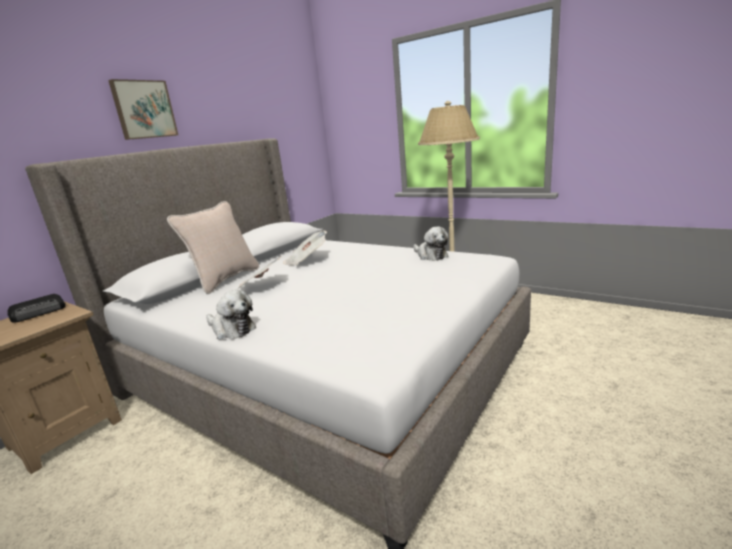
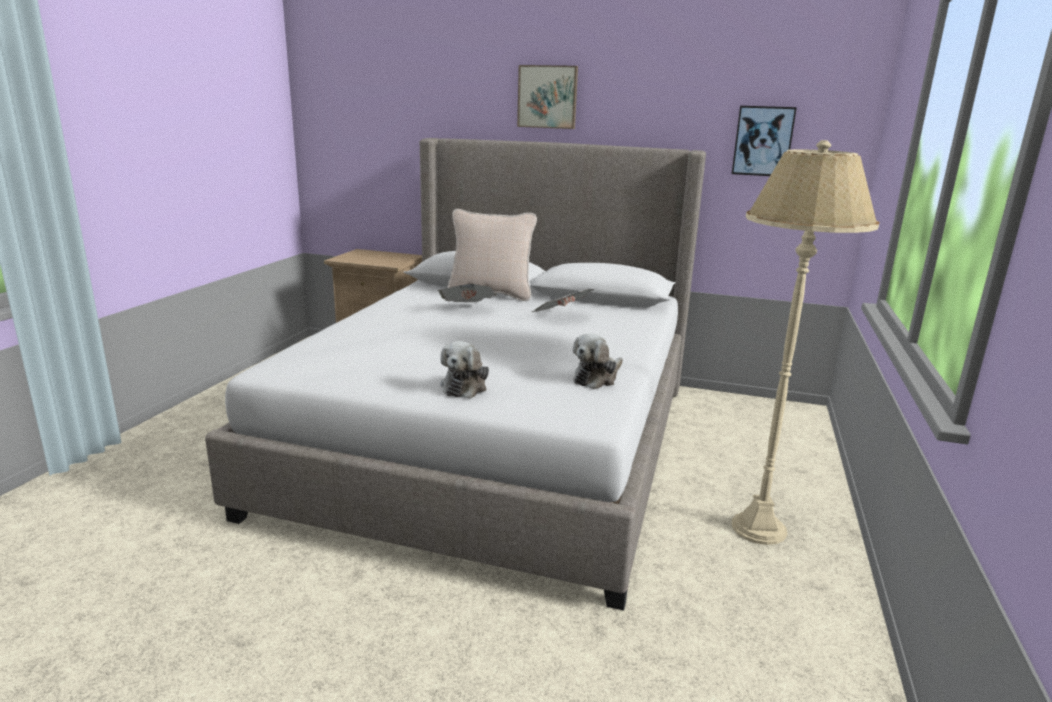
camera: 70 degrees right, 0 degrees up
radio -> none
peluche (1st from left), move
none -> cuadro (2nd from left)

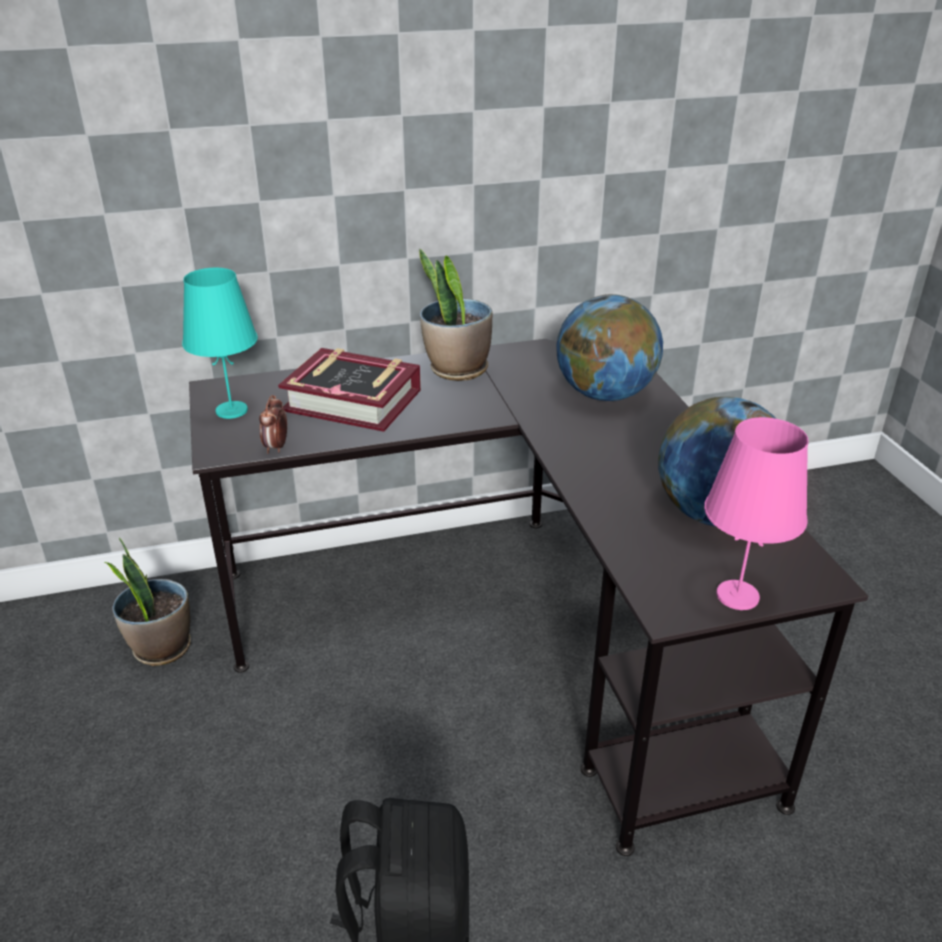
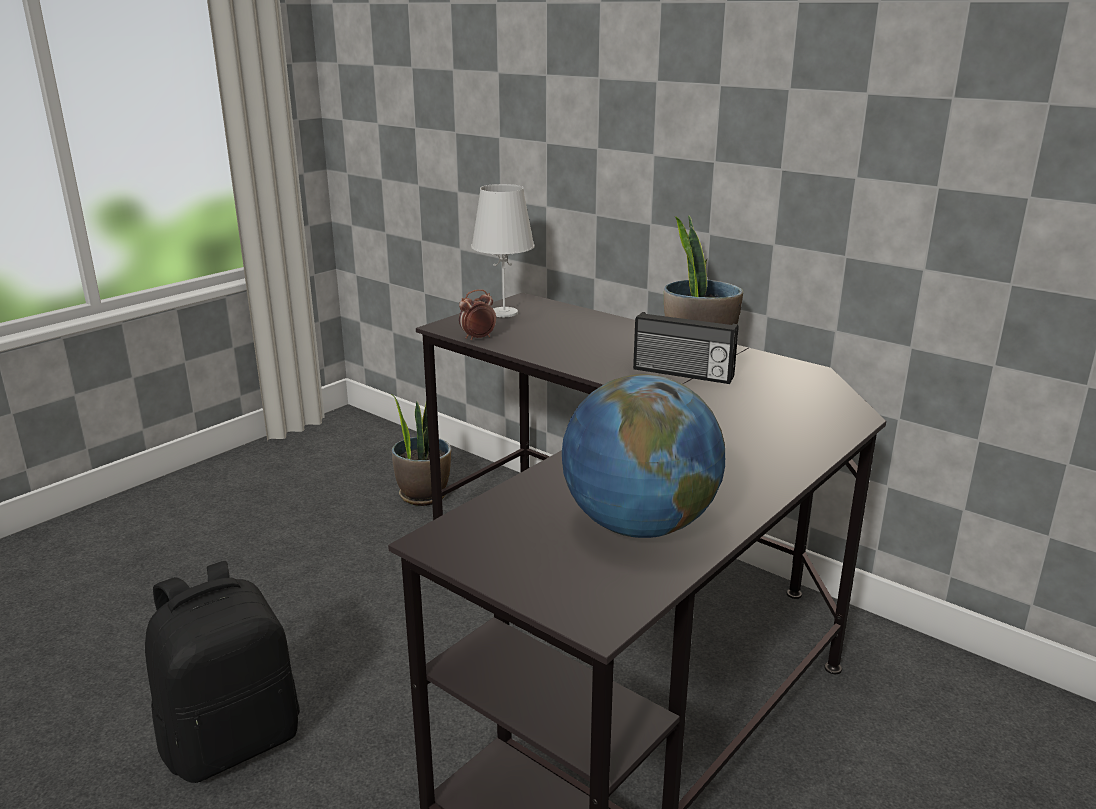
camera: 55 degrees right, 10 degrees down
lámpara de mesa (turquesa) -> lámpara de mesa (blanco)
libro -> none
globo terráqueo (1st from left) -> none
lámpara de mesa (rosa) -> none
none -> radio

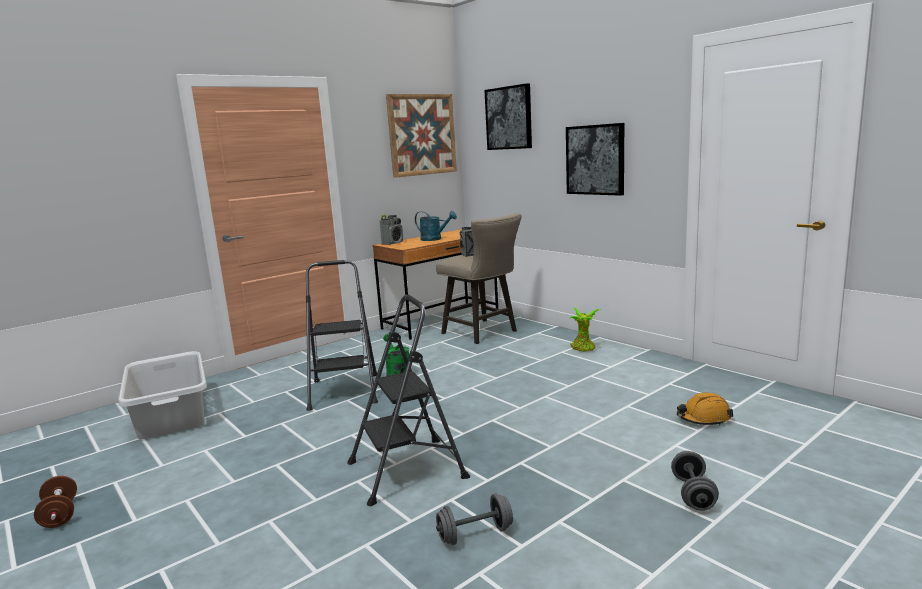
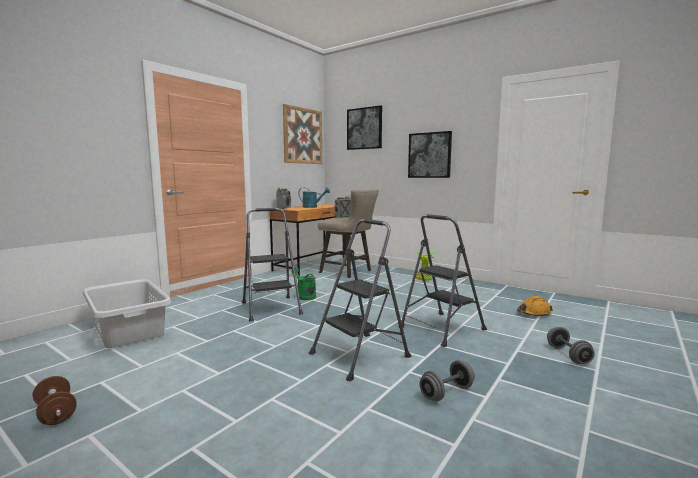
camera: 15 degrees left, 5 degrees down
none -> escalera de tijera (negro) (3rd from left)

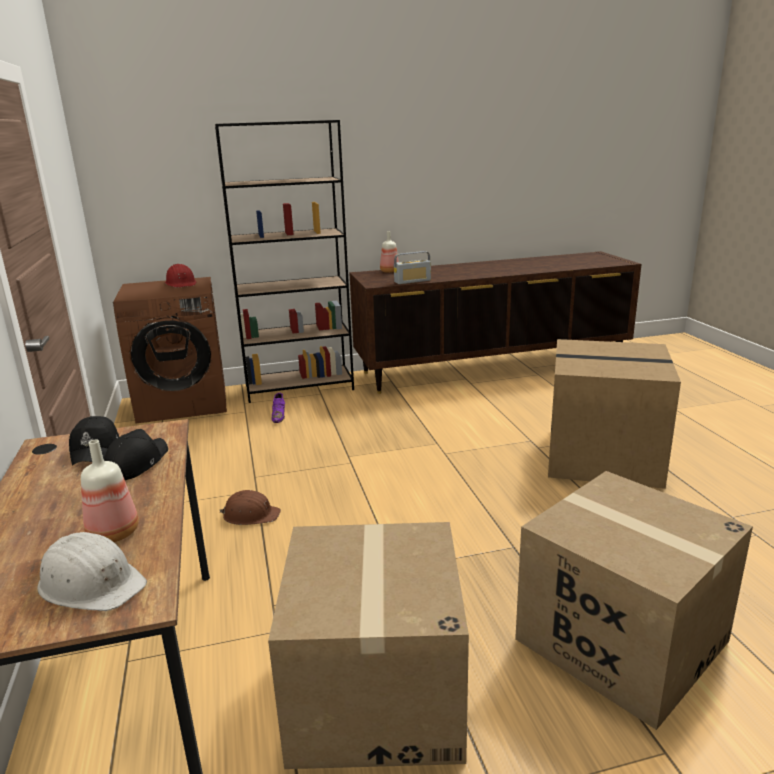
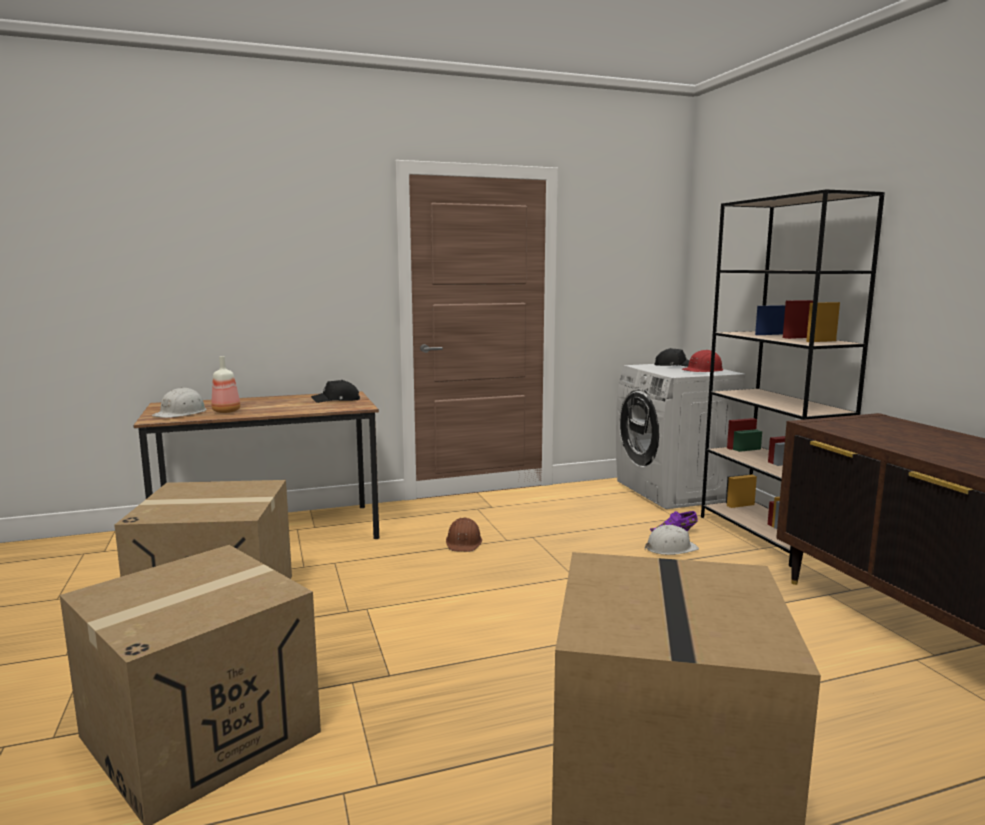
camera: 85 degrees right, 10 degrees down
gorra (negro) (2nd from left), move
lavadora (marrón) -> lavadora (blanco)
botella (2nd from left) -> none
radio -> none
none -> casco (blanco) (2nd from left)

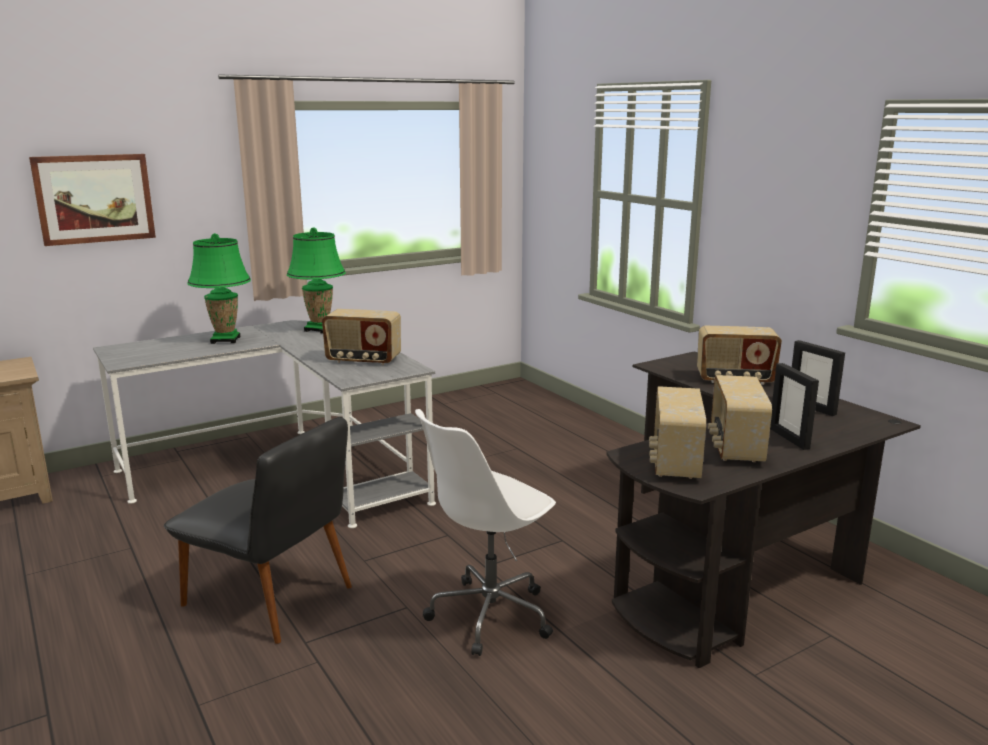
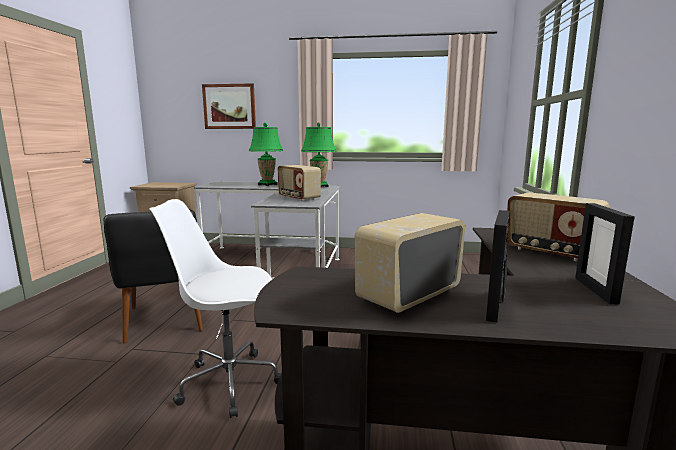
camera: 40 degrees right, 5 degrees down
radio (2nd from left) -> none

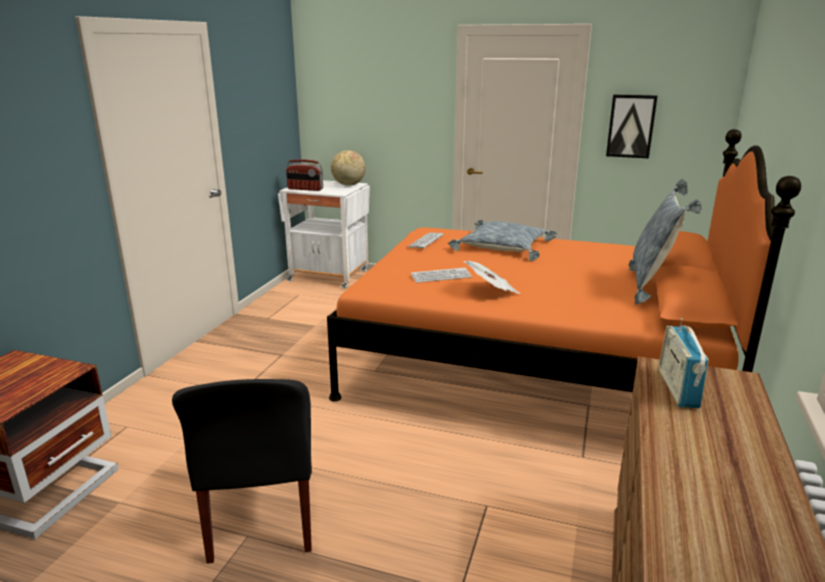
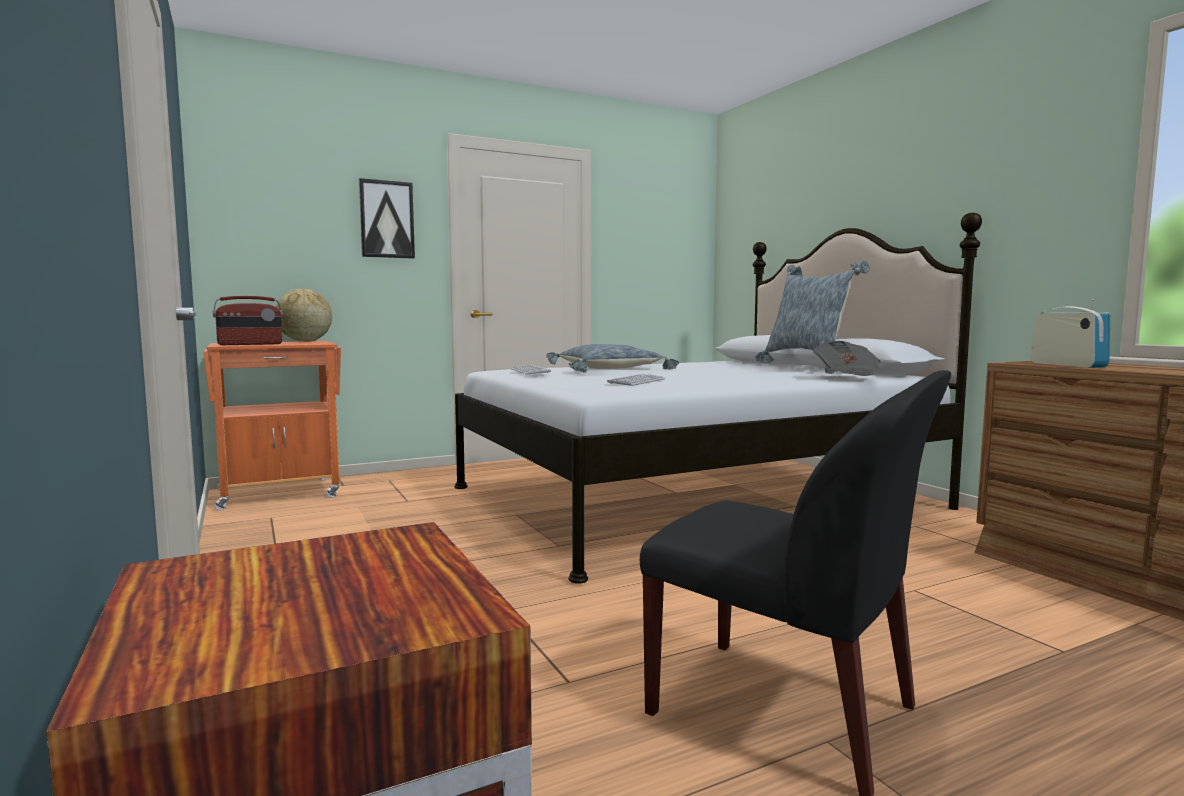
camera: 45 degrees left, 15 degrees down
carrito (blanco) -> carrito (naranja)
cama (naranja) -> cama (blanco)
periódico, move
cuadro, move
radio (2nd from left), 150 degrees counterclockwise

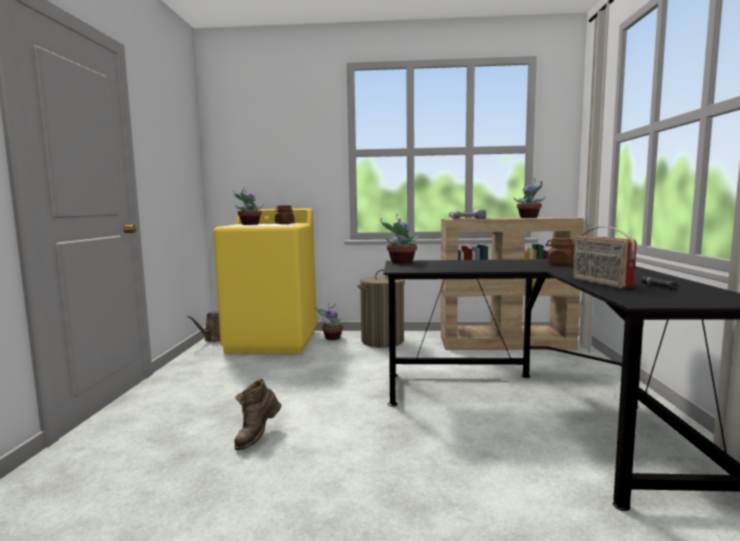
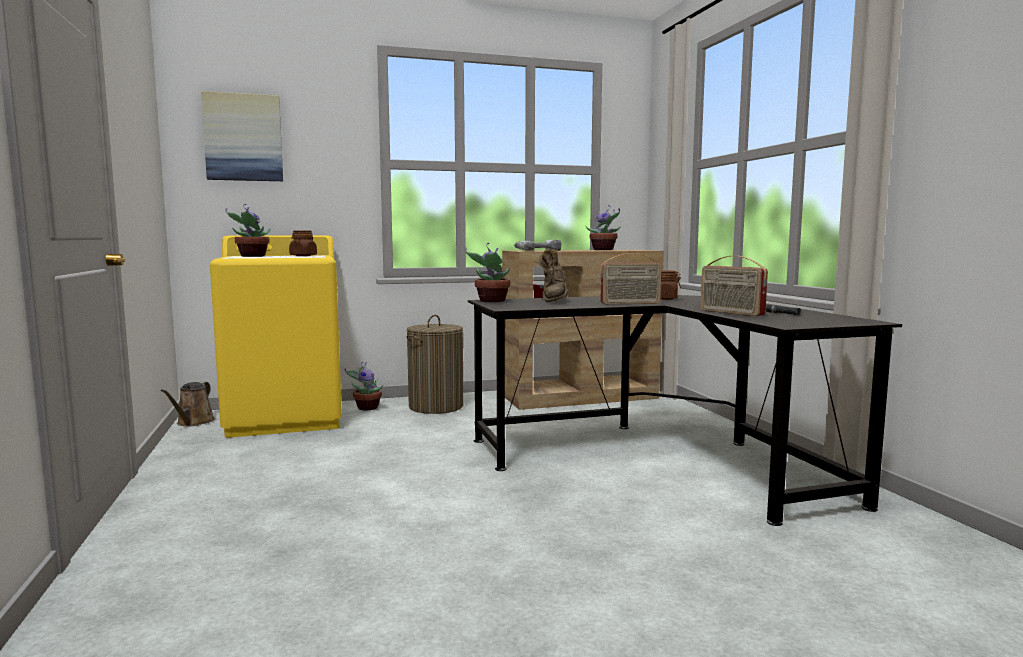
camera: 20 degrees left, 0 degrees up
bota (marrón), move
none -> cuadro
none -> radio (1st from left)

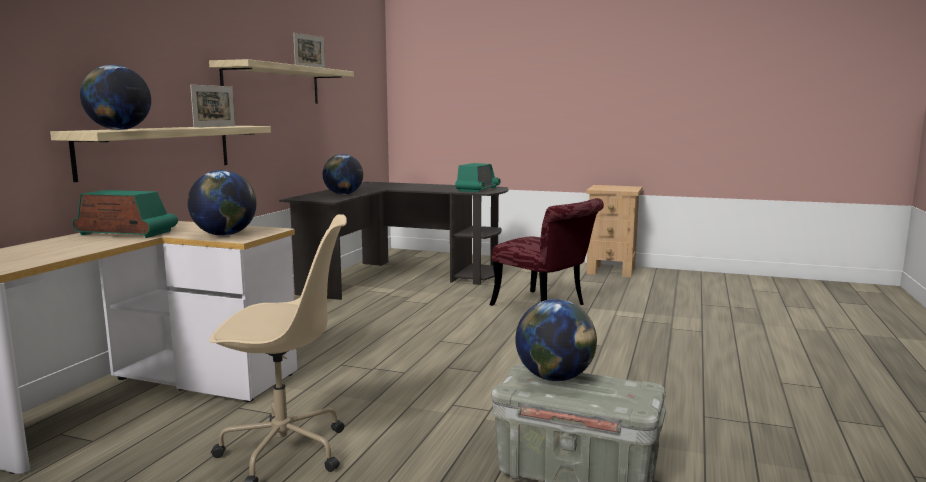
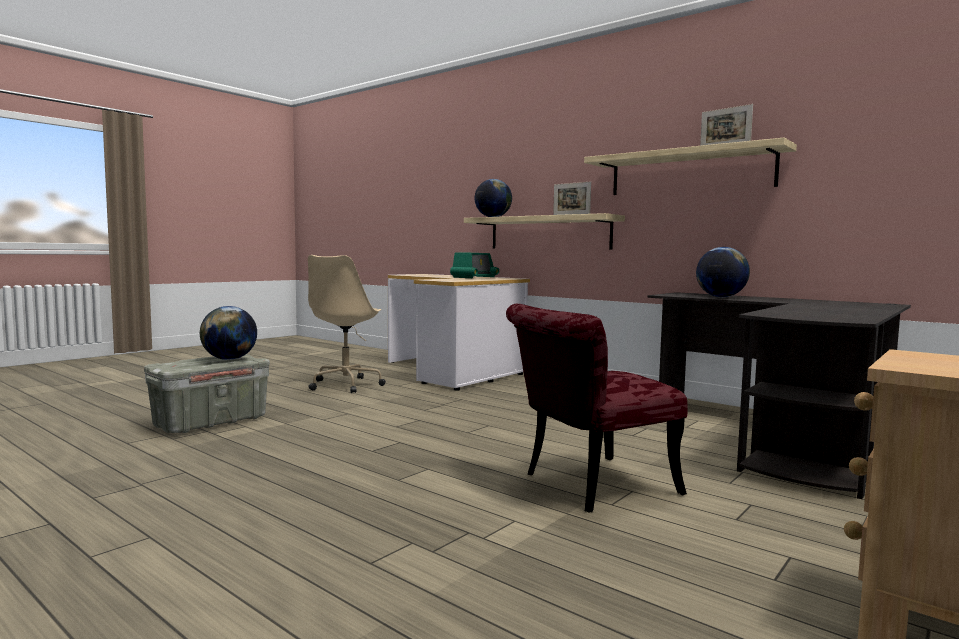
camera: 110 degrees right, 5 degrees down
globo terráqueo (2nd from left) -> none
radio (2nd from left) -> none

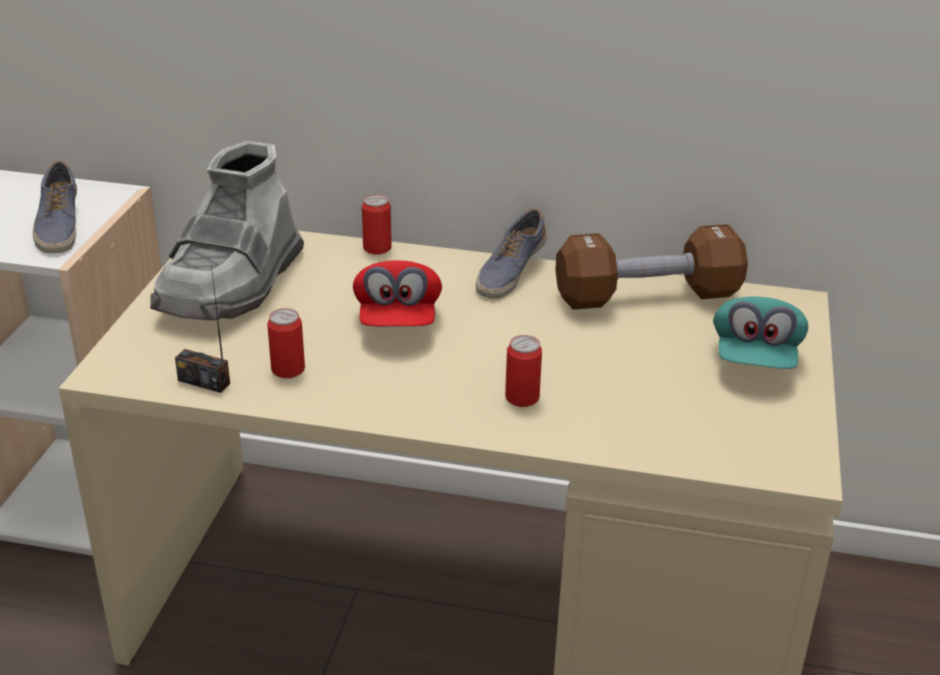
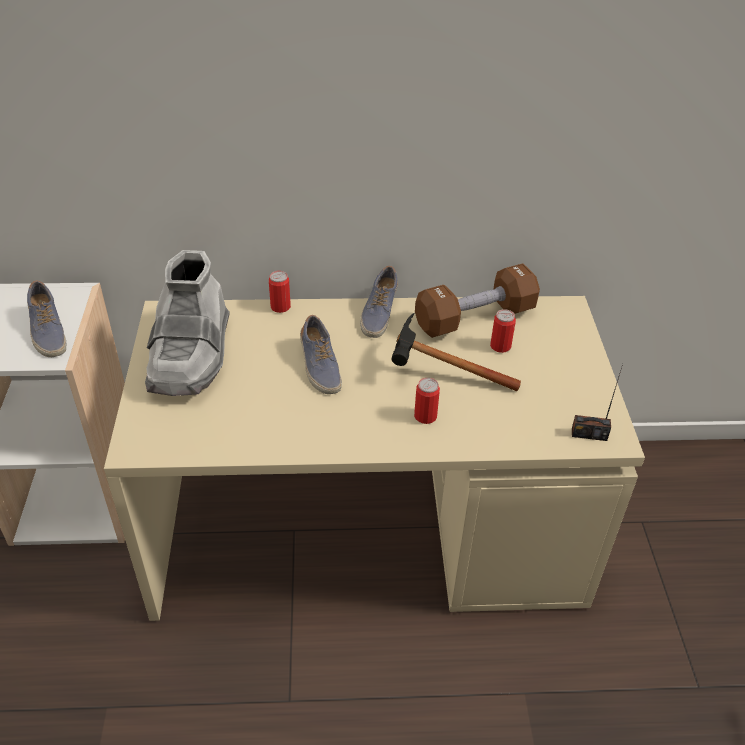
camera: 15 degrees left, 10 degrees up
radio, move
lata (1st from left in the first image) -> lata (3rd from left), move
gorra (rojo) -> zapato (2nd from left)
gorra (turquesa) -> none
none -> martillo

